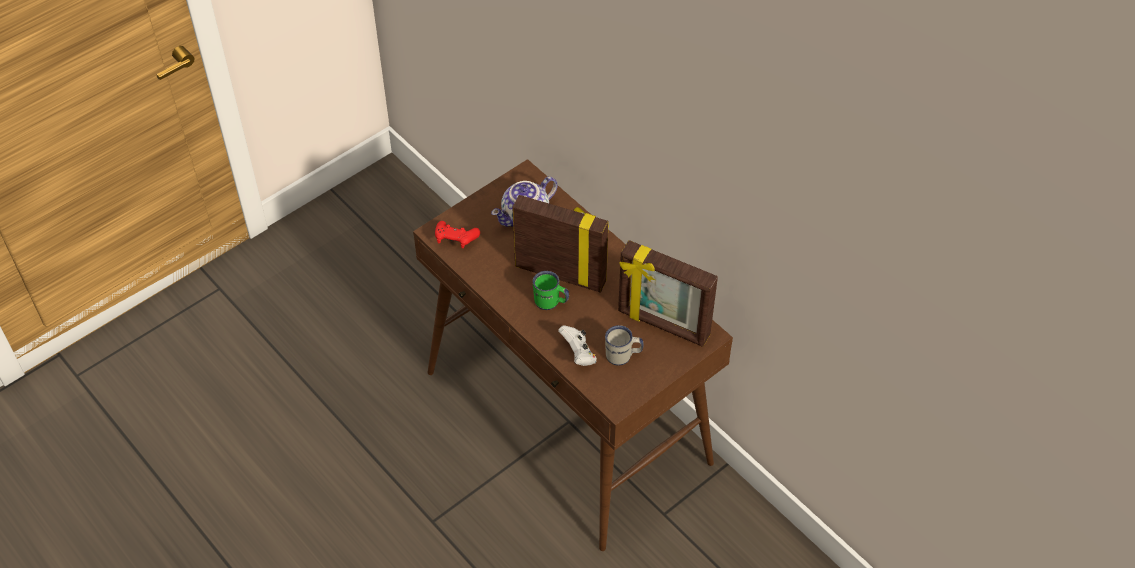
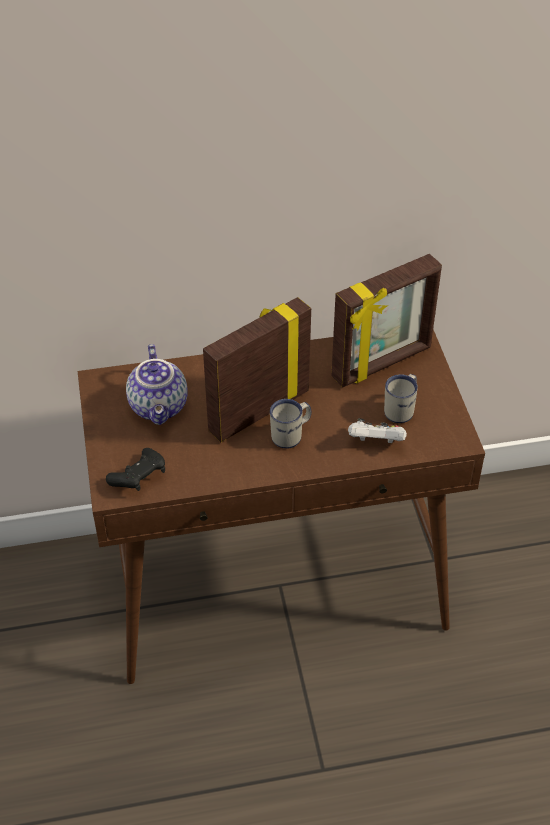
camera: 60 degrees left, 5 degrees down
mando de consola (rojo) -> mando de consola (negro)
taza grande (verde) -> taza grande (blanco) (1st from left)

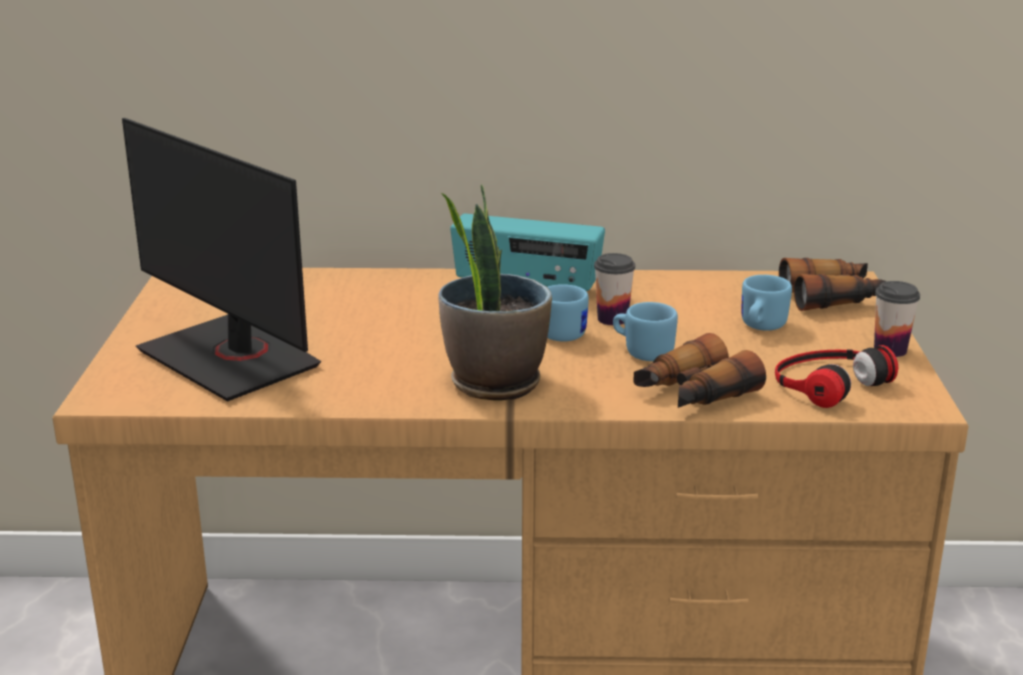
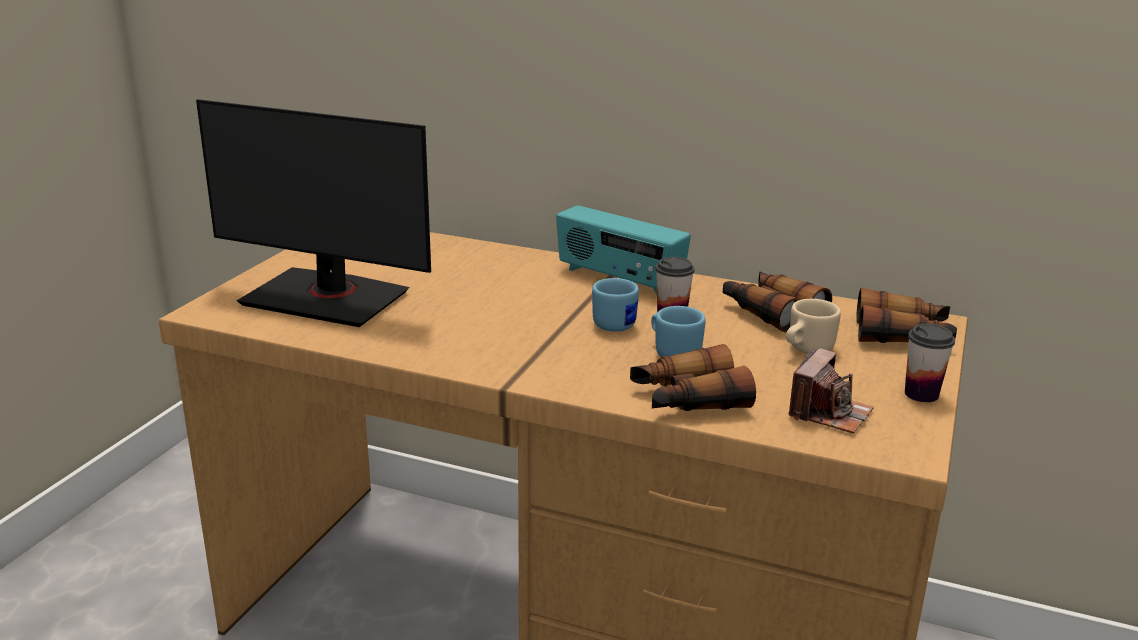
camera: 20 degrees right, 0 degrees up
monitor, 45 degrees counterclockwise
planta en maceta -> none
taza grande (azul) (3rd from left) -> taza grande (beis)
auriculares -> cámara
none -> prismáticos (2nd from left)

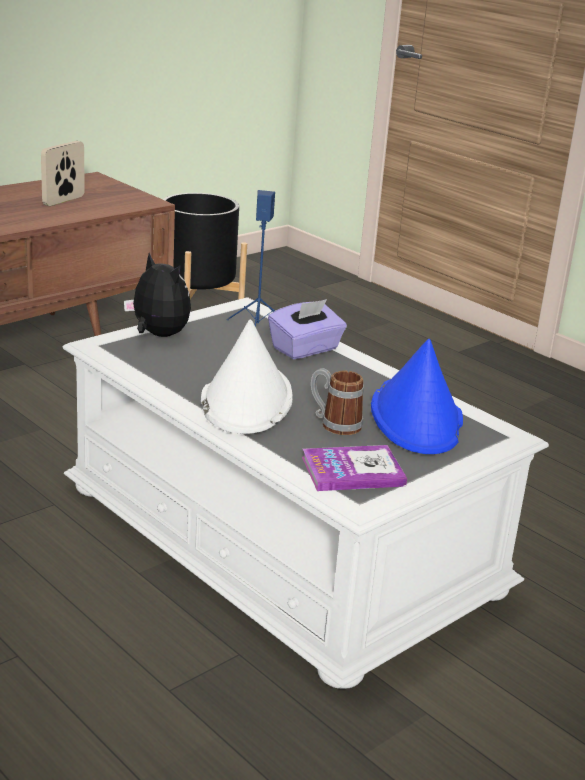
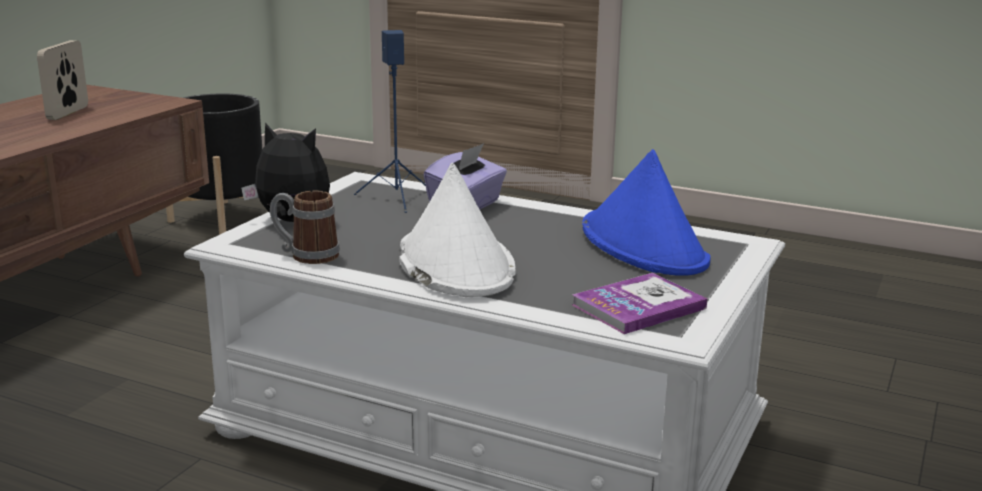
camera: 20 degrees left, 5 degrees down
taza grande, move

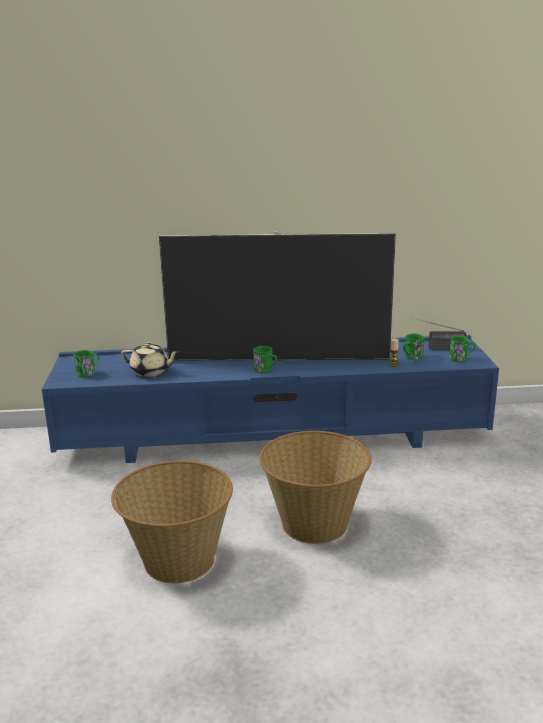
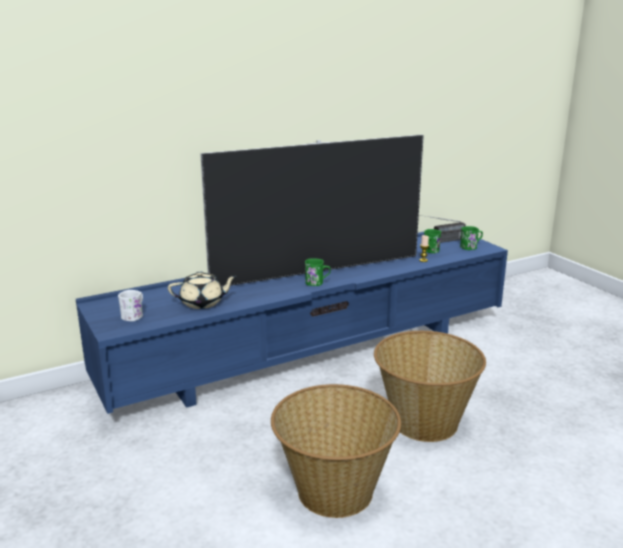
camera: 25 degrees left, 0 degrees up
taza grande (verde) (1st from left) -> taza grande (blanco)

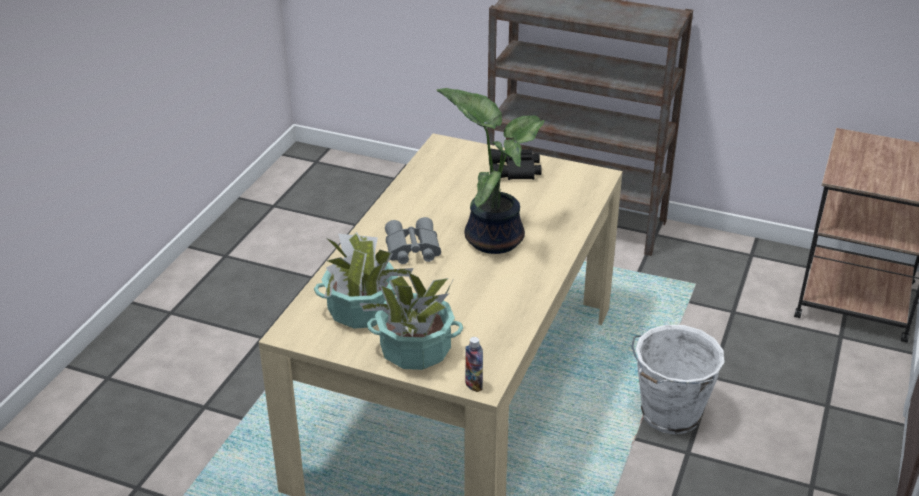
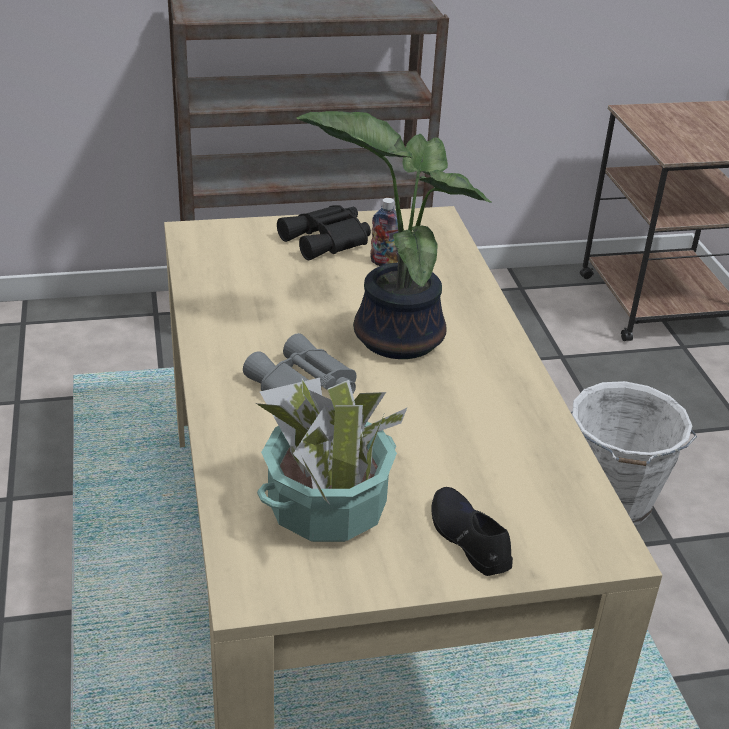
camera: 35 degrees left, 0 degrees up
planta en maceta (2nd from left) -> zapato (negro)
botella, move

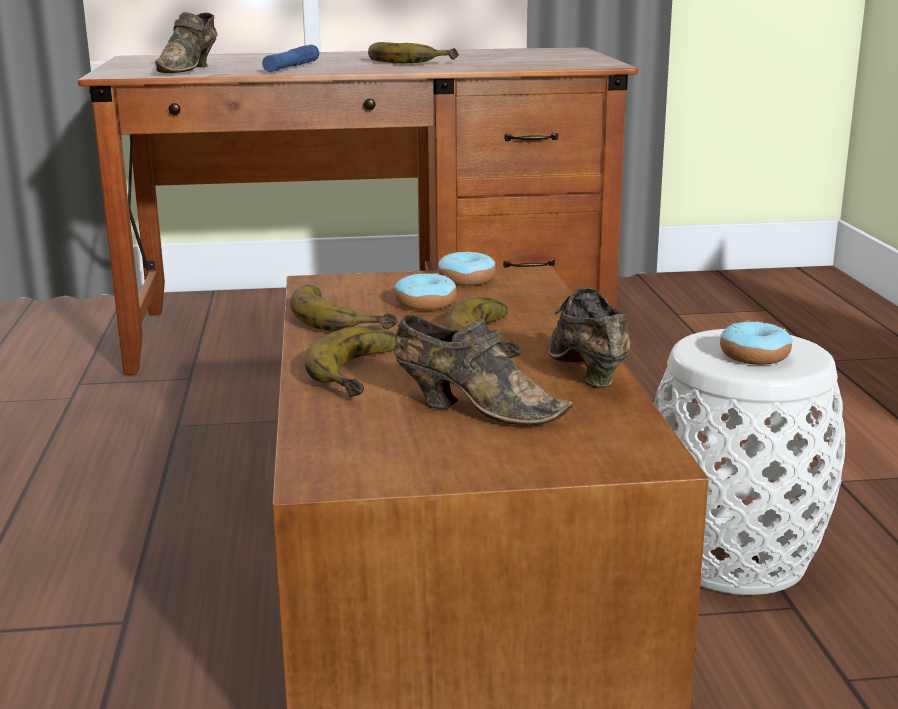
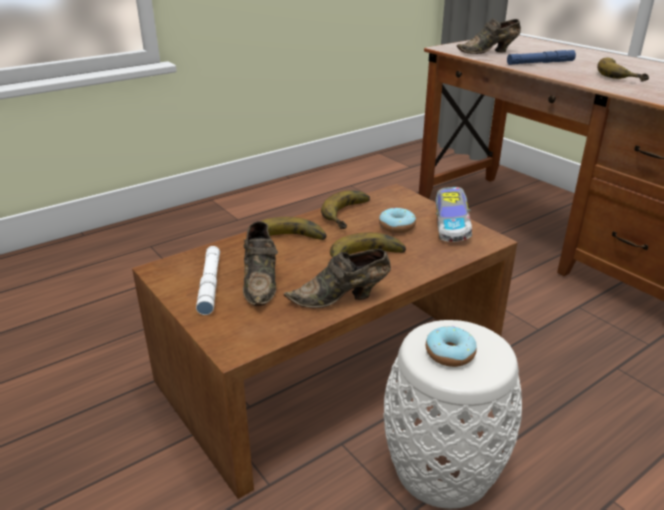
camera: 60 degrees right, 10 degrees up
rosquilla (2nd from left) -> coche de juguete
zapato (marrón) (3rd from left in the first image) -> zapato (marrón) (2nd from left), 150 degrees counterclockwise
none -> linterna (blanco)

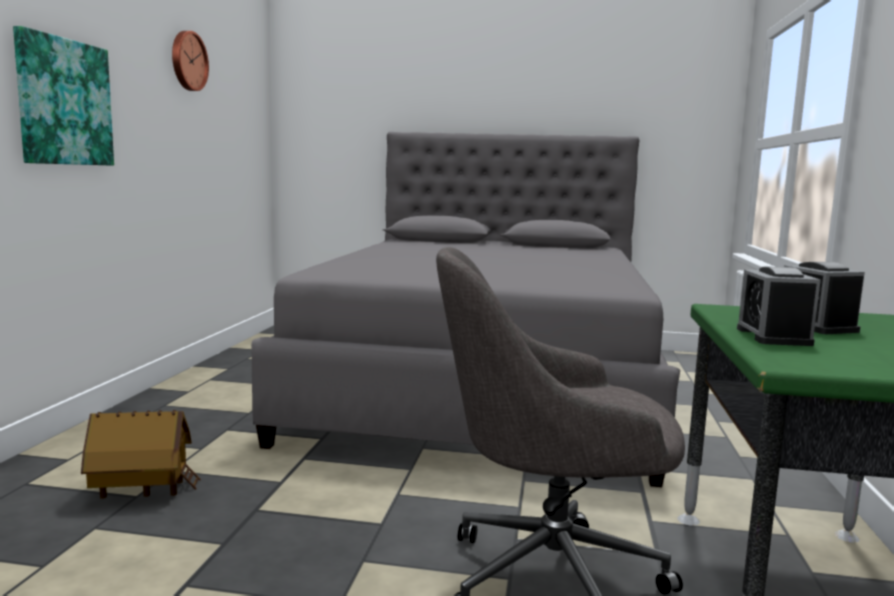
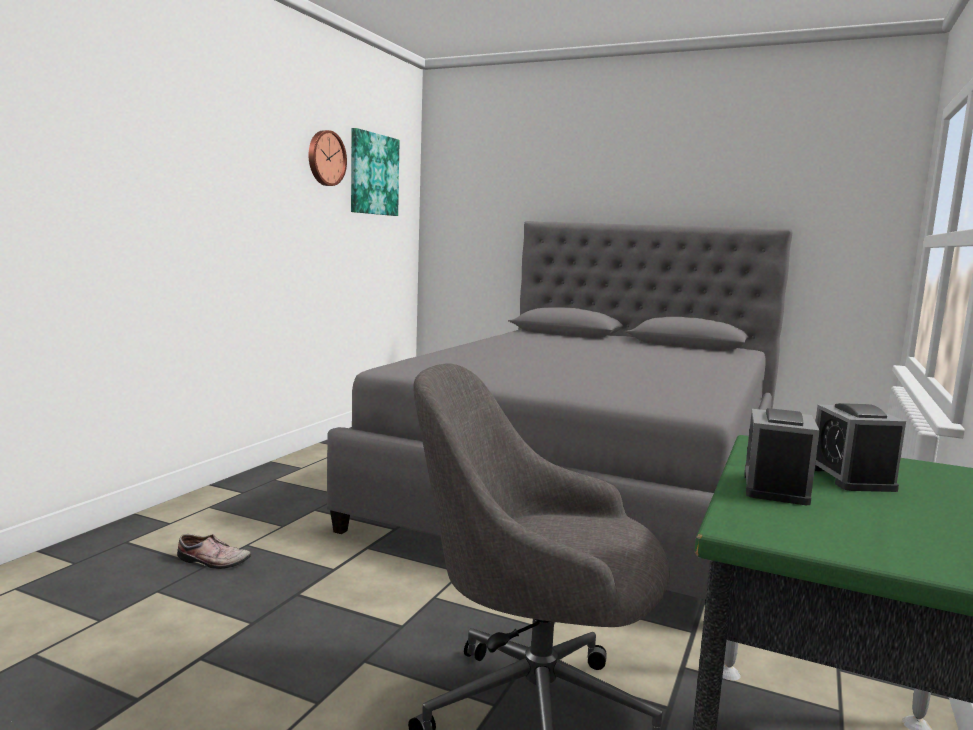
camera: 15 degrees right, 0 degrees up
cuadro, move
casita -> zapato

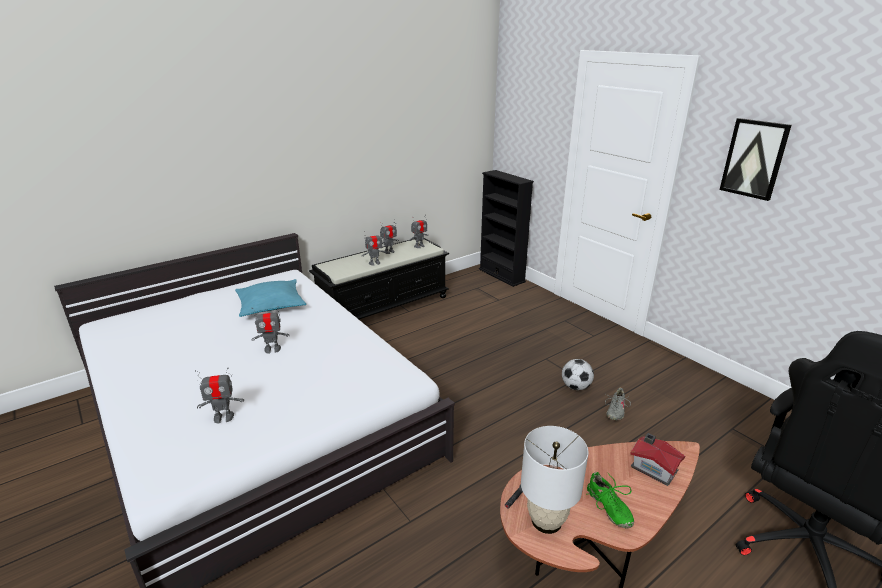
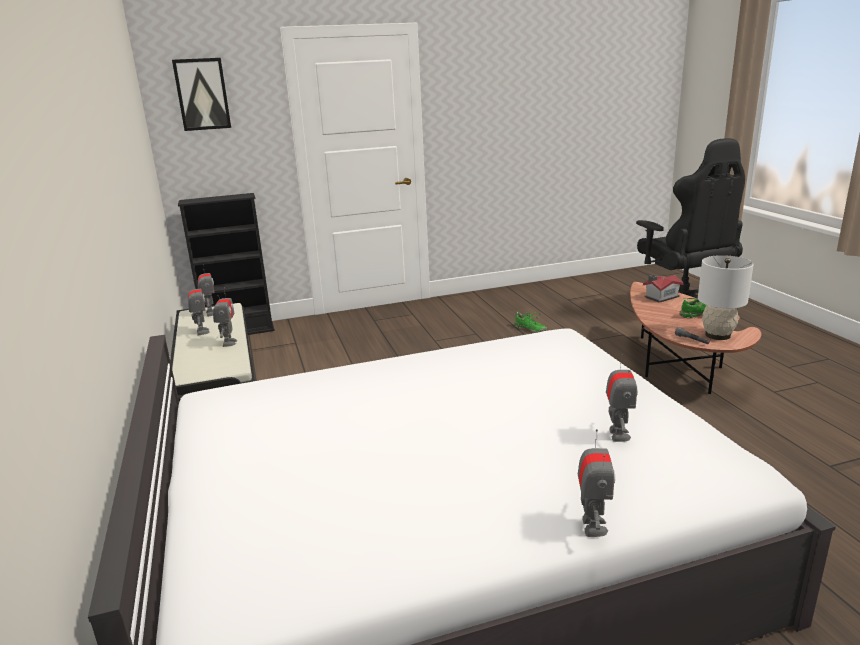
camera: 70 degrees left, 5 degrees down
cojín (turquesa) -> none
robot de juguete (2nd from left in the first image) -> robot de juguete (4th from left), move
balón de fútbol -> none
zapato (gris) -> zapato (verde) (1st from left)
cuadro, move

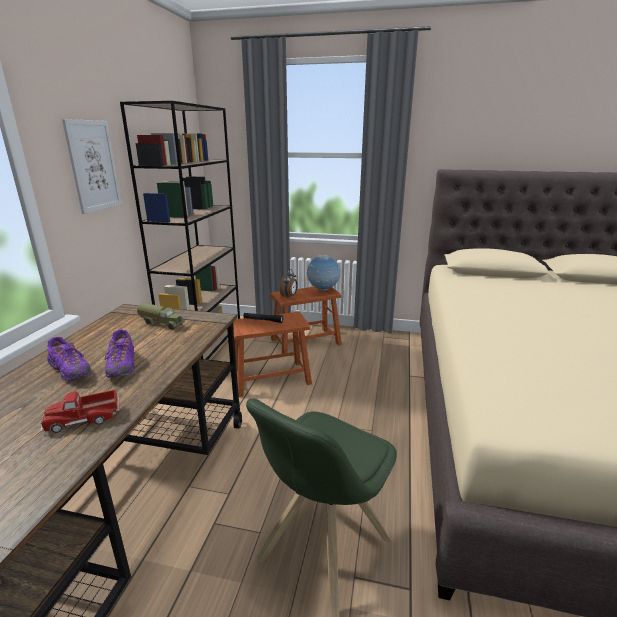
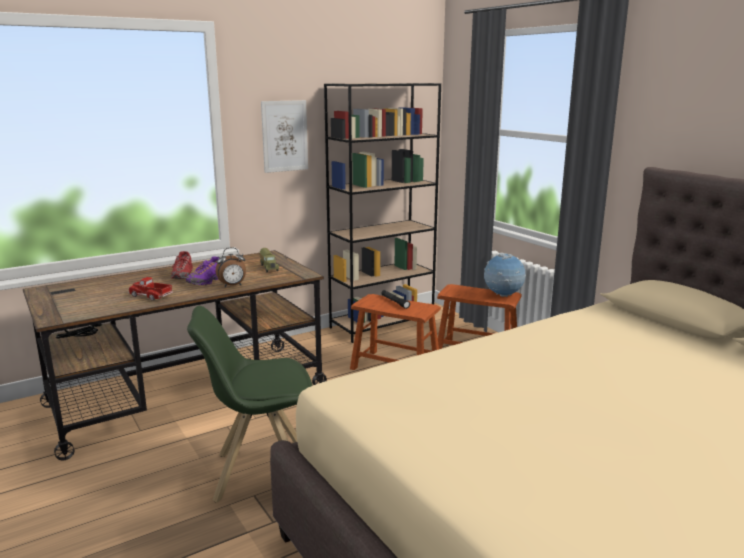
camera: 45 degrees right, 5 degrees down
zapato (morado) (1st from left) -> zapato (rojo)
despertador, move

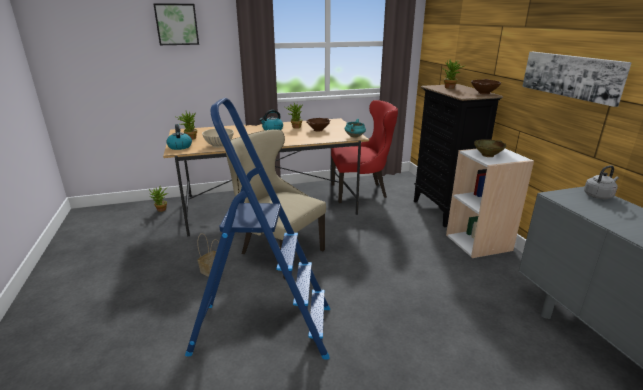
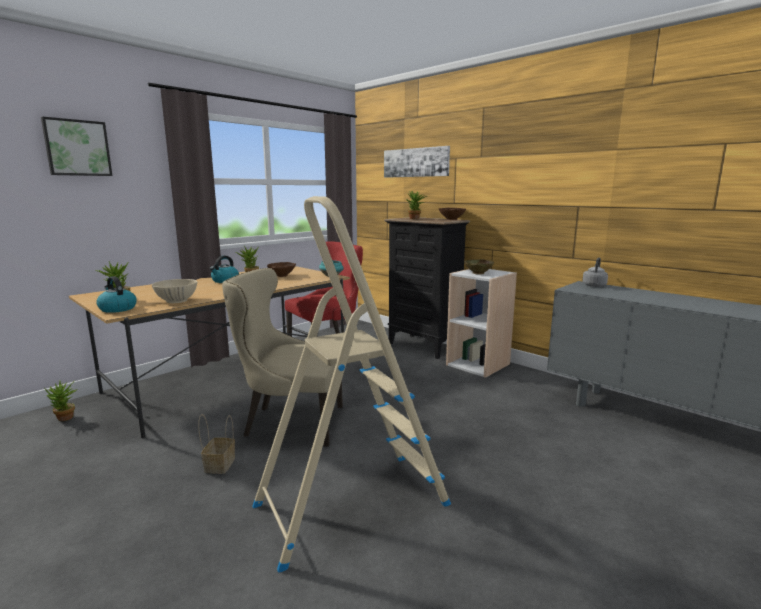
camera: 30 degrees left, 10 degrees down
escalera de tijera (azul) -> escalera de tijera (beis)
cuadro (2nd from left), move

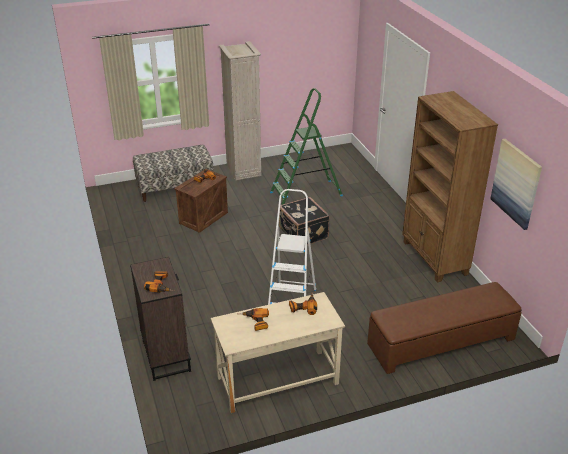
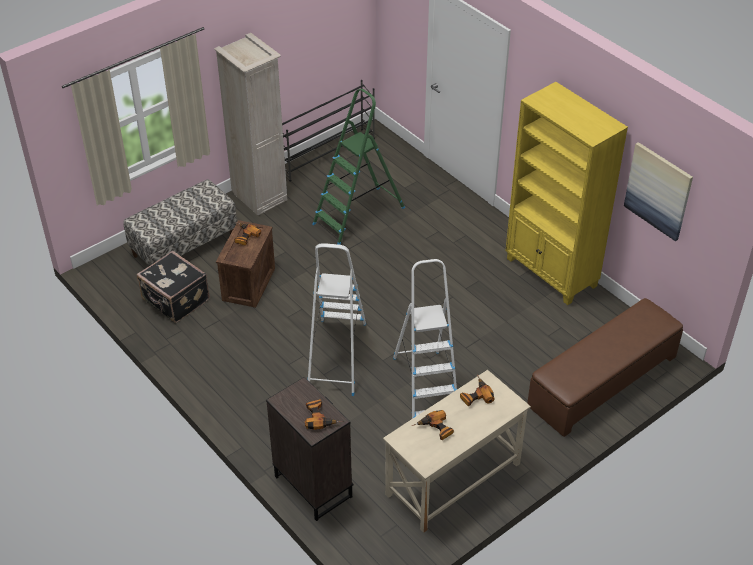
camera: 20 degrees left, 10 degrees up
maleta (negro), move
estantería (marrón) -> estantería (amarillo)
none -> zapatero (negro)
none -> escalera de tijera (blanco) (1st from left)

